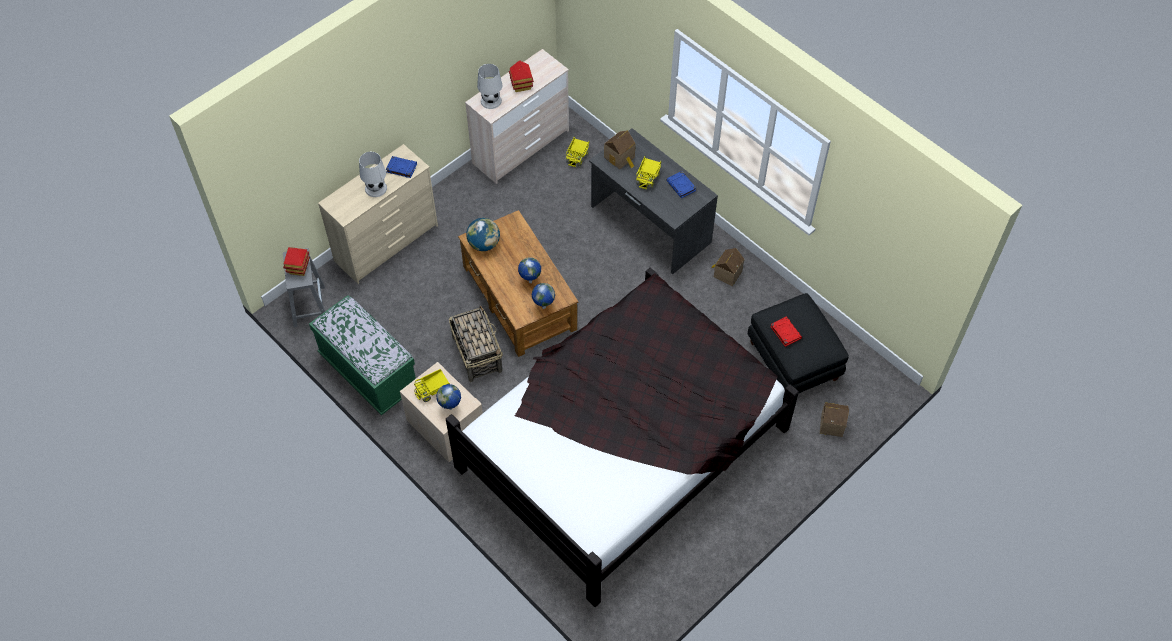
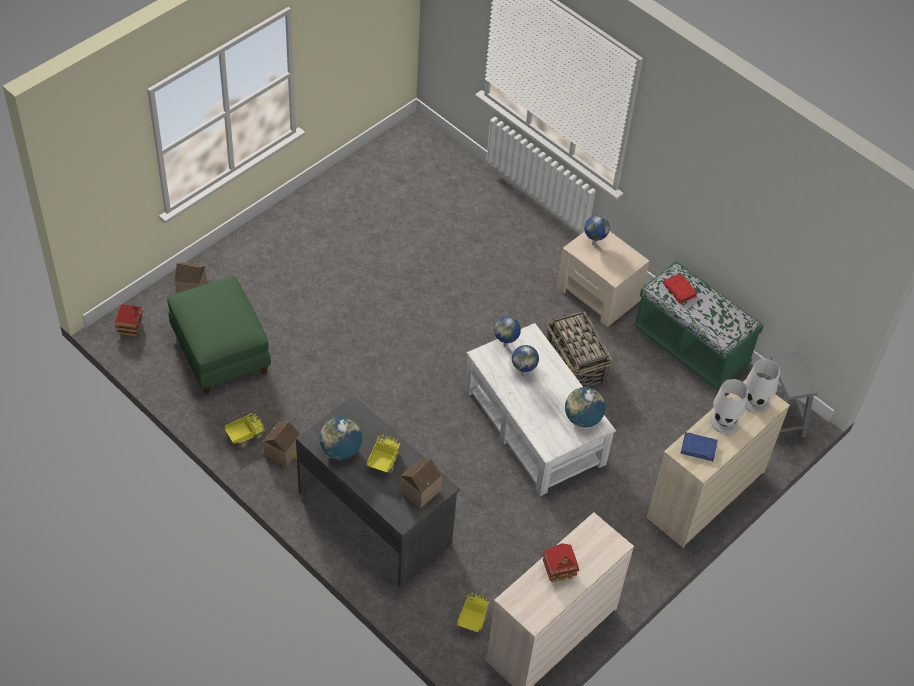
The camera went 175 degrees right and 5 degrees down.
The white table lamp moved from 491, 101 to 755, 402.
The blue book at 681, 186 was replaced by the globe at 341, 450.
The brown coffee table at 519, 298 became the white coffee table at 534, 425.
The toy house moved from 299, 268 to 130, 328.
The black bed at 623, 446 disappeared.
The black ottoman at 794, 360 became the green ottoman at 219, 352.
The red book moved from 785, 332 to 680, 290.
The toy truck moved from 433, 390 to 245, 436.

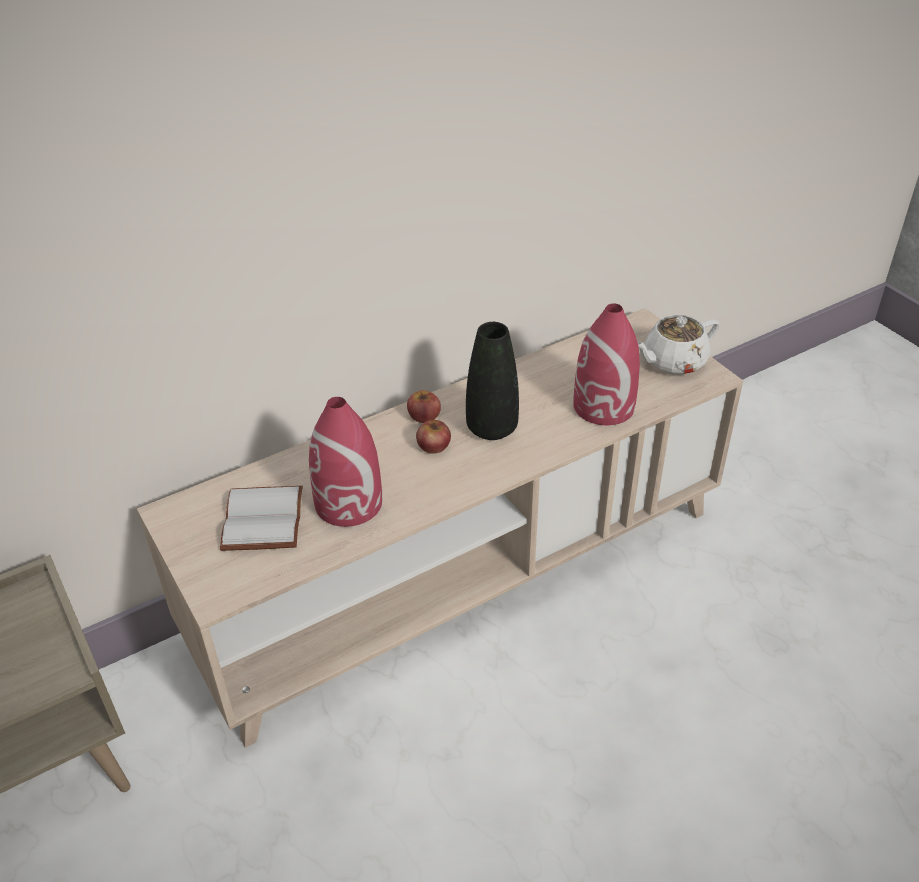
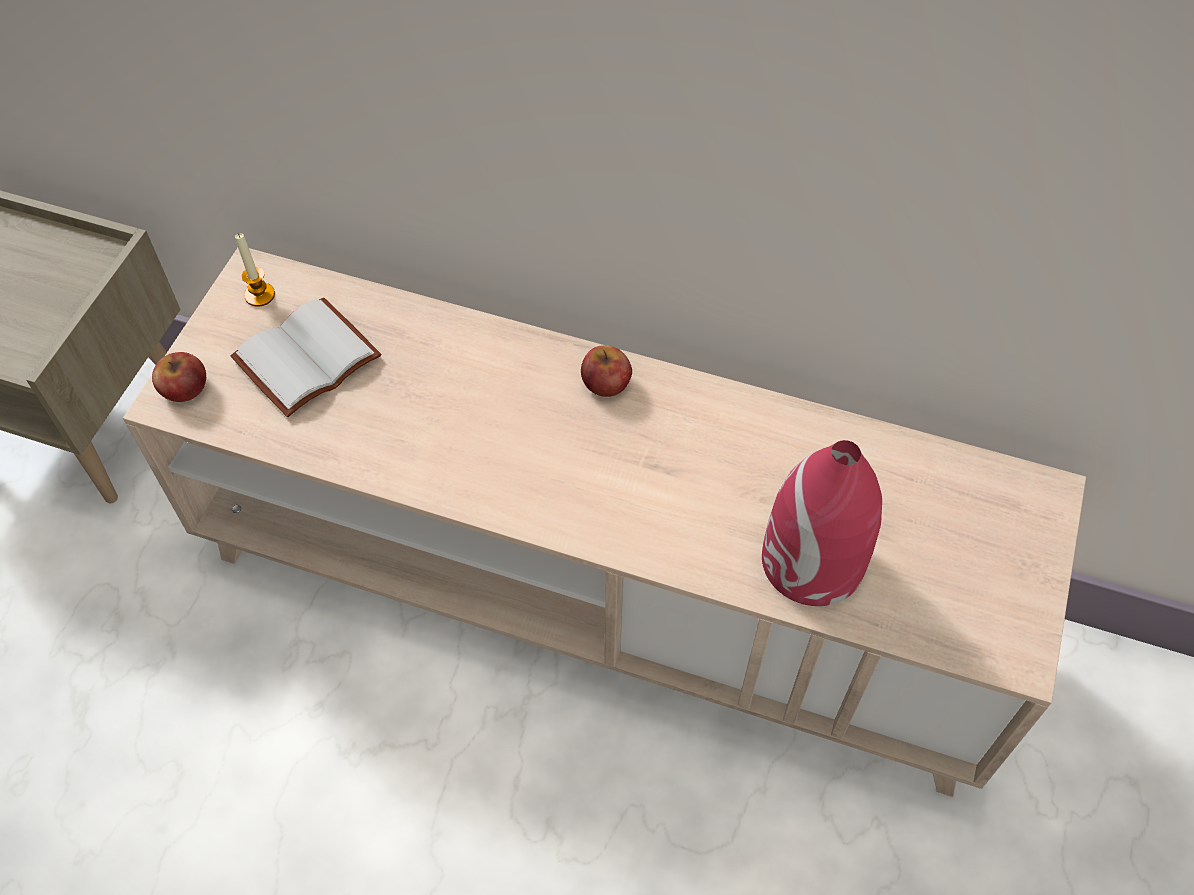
The camera went 50 degrees right and 15 degrees up.
The white teapot at 673, 362 disappeared.
The black vase at 492, 428 disappeared.
The red vase at 349, 503 disappeared.
The apple moved from 434, 445 to 184, 388.
The candle at 260, 295 appeared.

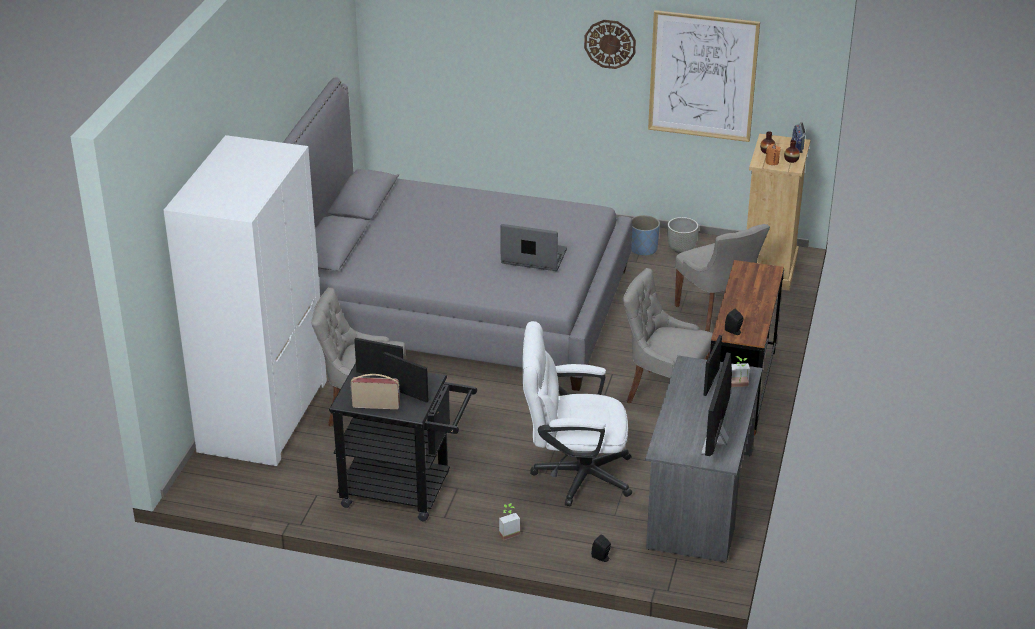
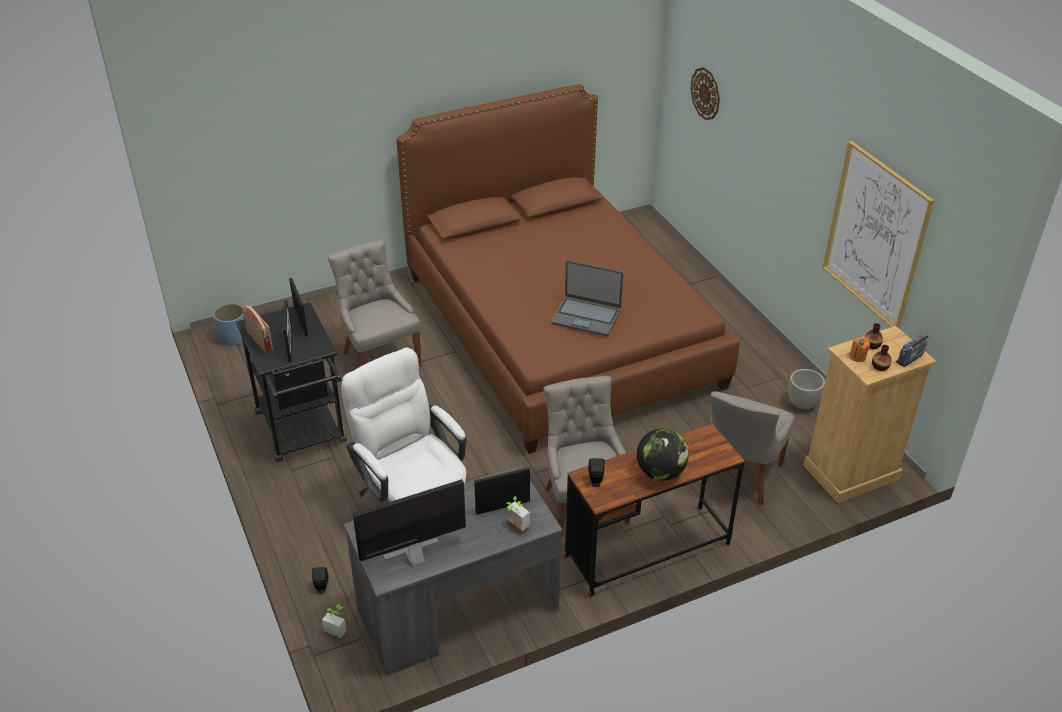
The camera went 50 degrees right and 5 degrees up.
The wall clock moved from 610, 43 to 705, 93.
The grey bed at 455, 305 became the brown bed at 559, 329.
The white wardrobe at 262, 415 disappeared.
The blue planter moved from 643, 249 to 233, 337.
The laptop at 533, 257 turned 135 degrees clockwise.
The potted plant moved from 507, 532 to 338, 631.
The globe at 660, 472 appeared.

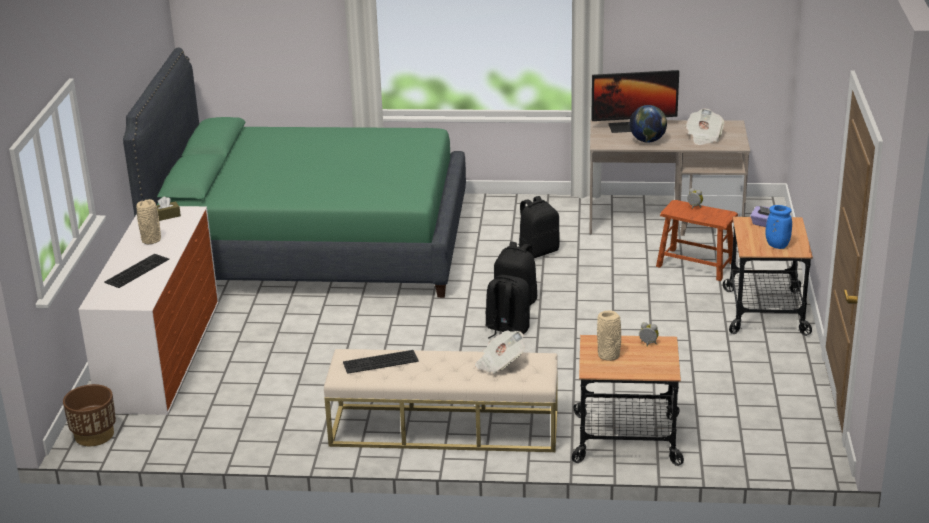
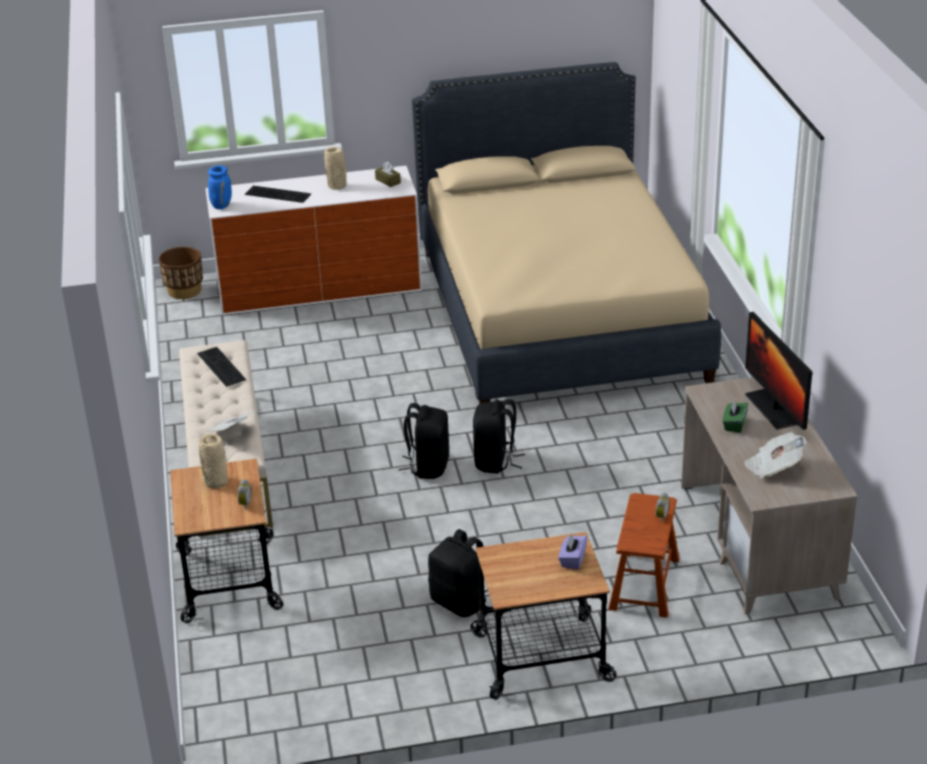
The camera went 75 degrees right and 5 degrees up.
The green bed at 312, 245 became the beige bed at 559, 313.
The globe at 647, 141 was replaced by the green tissue box at 734, 424.
The black backpack moved from 538, 251 to 460, 602.
The blue vase moved from 776, 246 to 221, 206.

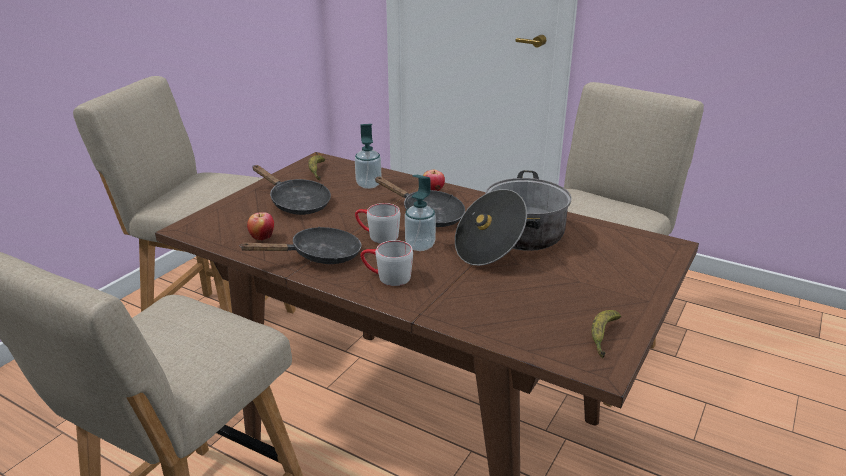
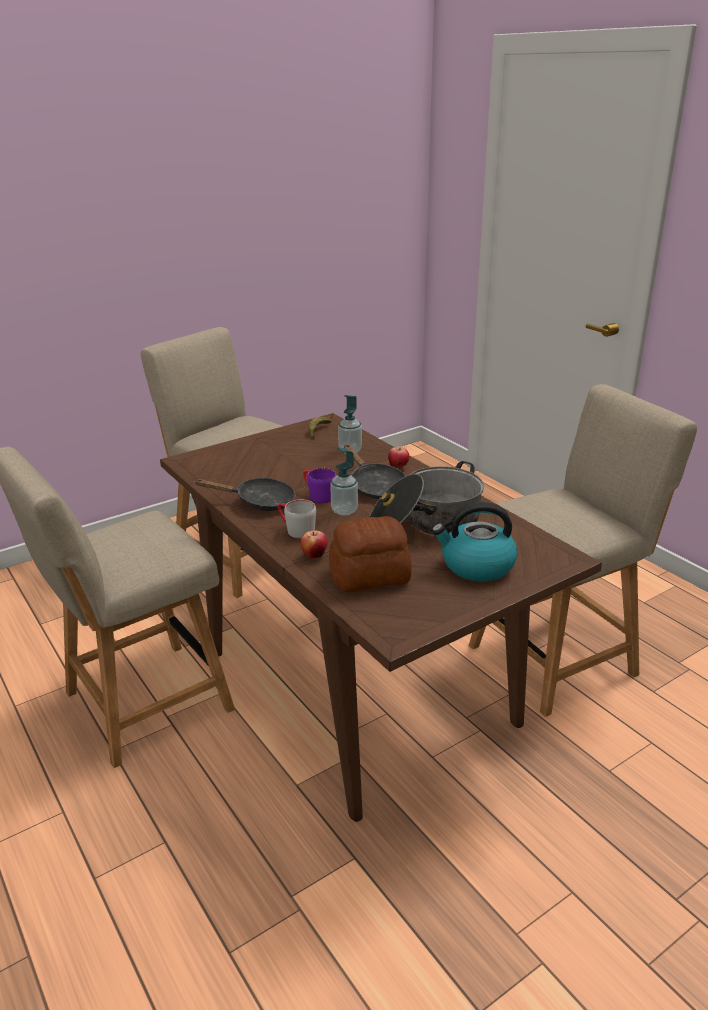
The camera went 25 degrees right and 0 degrees up.
The black frying pan at 296, 203 disappeared.
The grey mug at 377, 235 became the purple mug at 318, 495.
The apple moved from 262, 238 to 314, 556.
The banana at 603, 337 disappeared.
The kettle at 476, 566 appeared.
The bread at 371, 576 appeared.

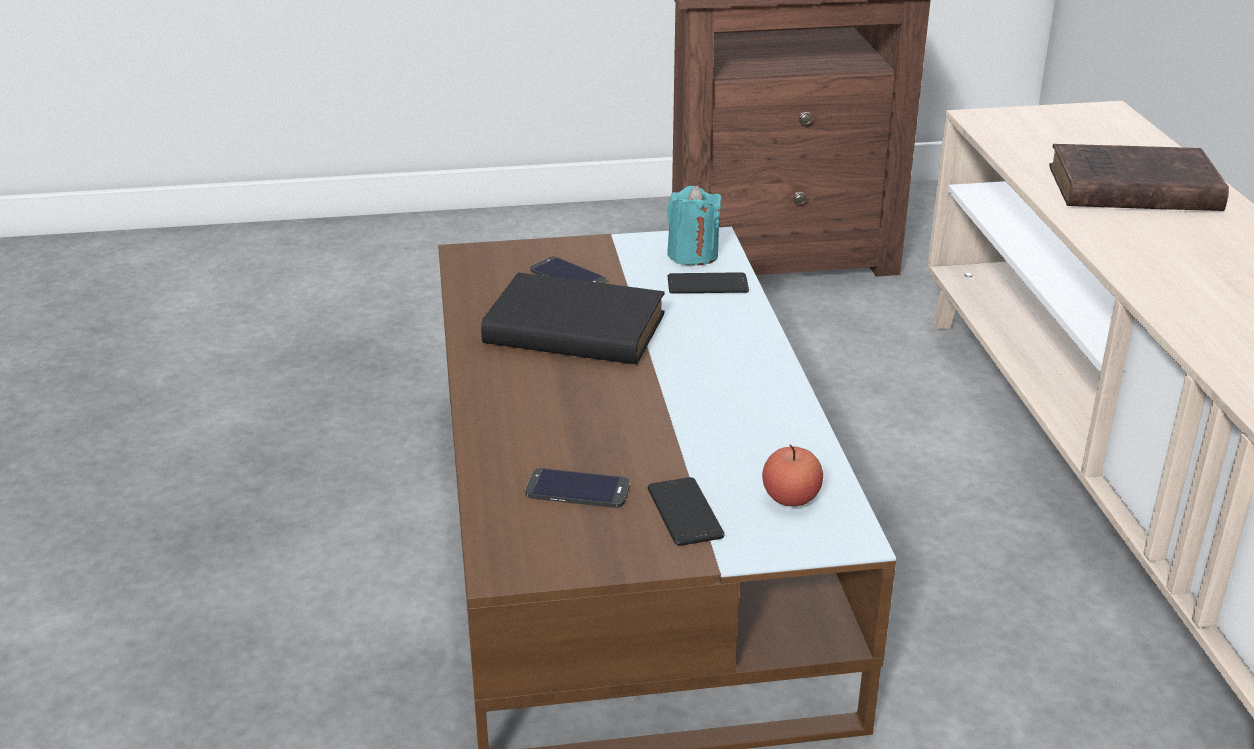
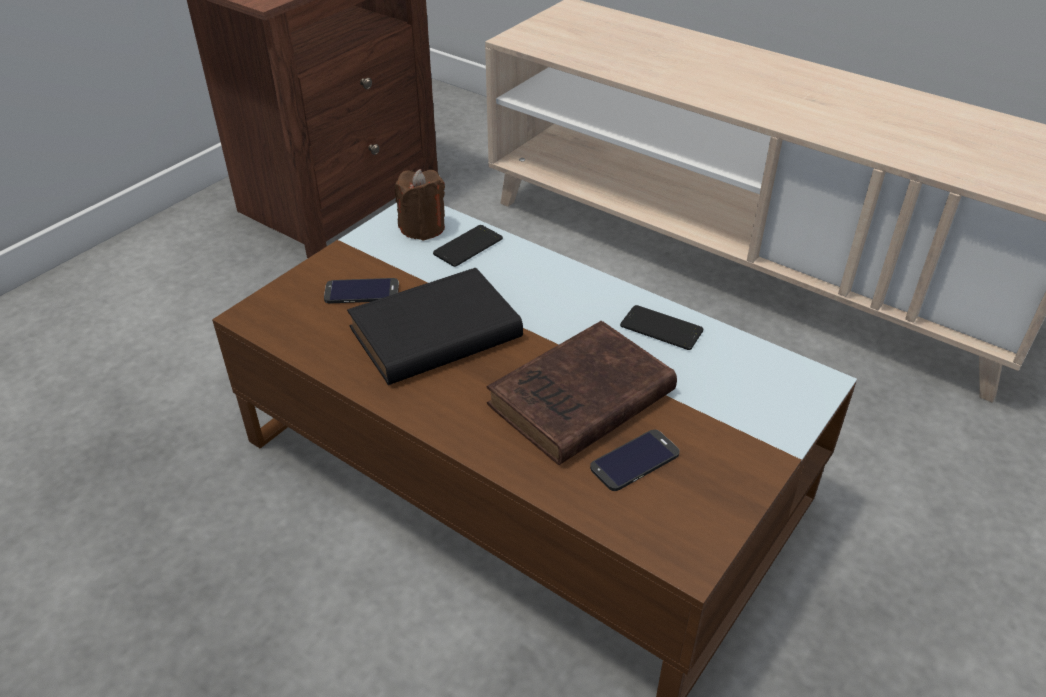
The camera went 45 degrees left and 10 degrees up.
The brown book moved from 1128, 189 to 577, 401.
The turquoise candle at 692, 255 became the brown candle at 422, 228.
The apple at 791, 498 disappeared.
The phone moved from 684, 512 to 661, 328.

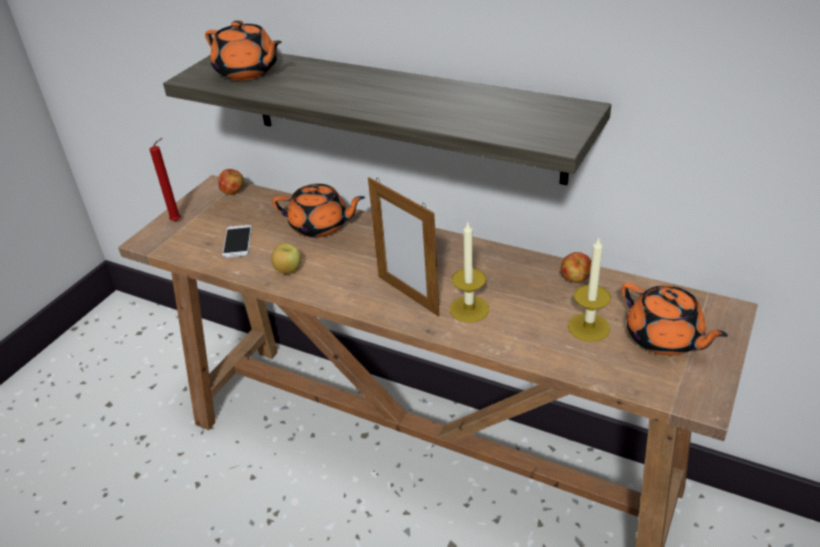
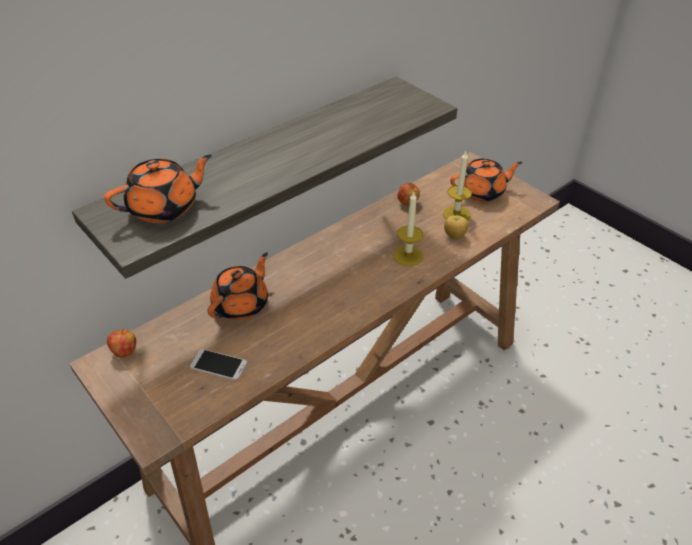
The camera went 70 degrees left and 5 degrees up.
The red candle at 178, 221 disappeared.
The picture frame at 408, 295 disappeared.
The apple moved from 288, 270 to 454, 236.

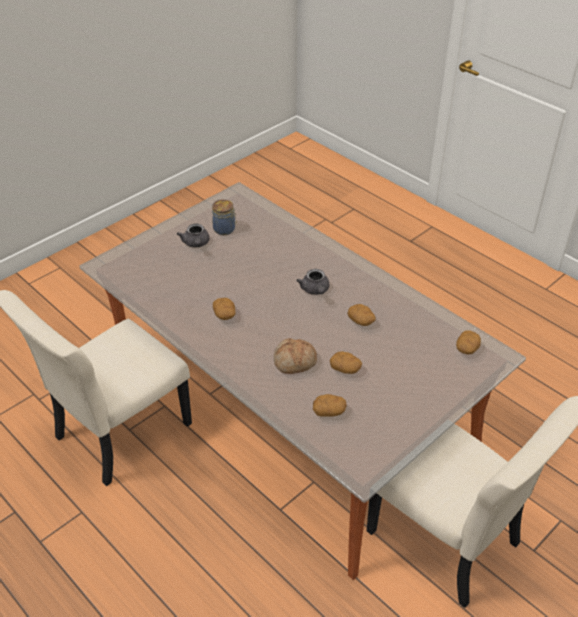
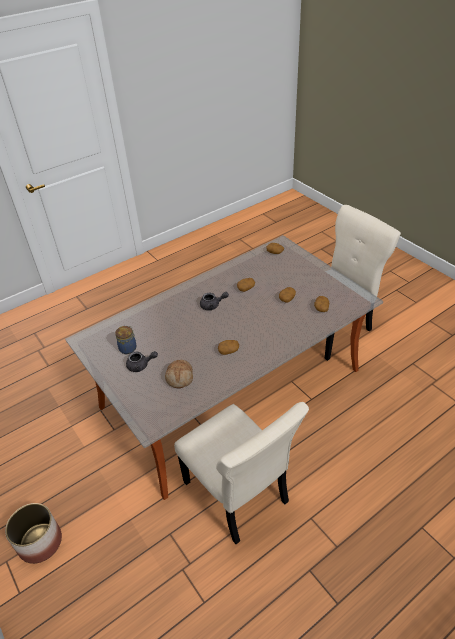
The camera went 80 degrees left and 0 degrees up.
The bread moved from 295, 362 to 180, 377.
The planter at 39, 542 appeared.

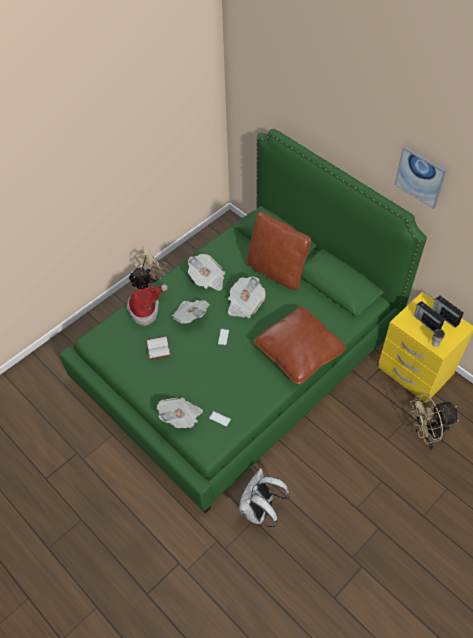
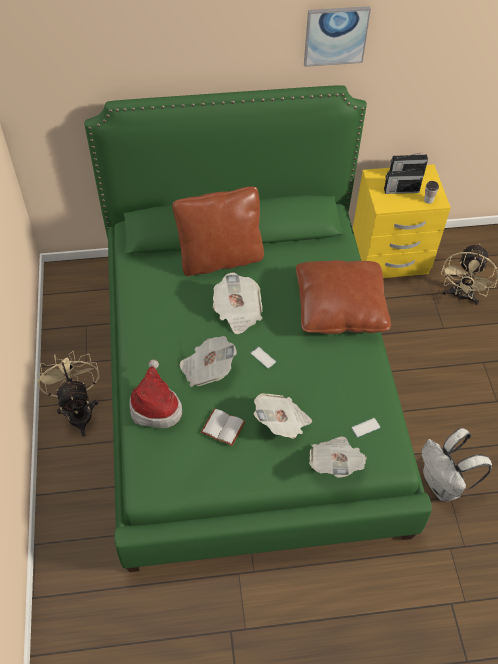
The camera went 55 degrees left and 0 degrees up.
The newspaper moved from 207, 279 to 282, 423.

